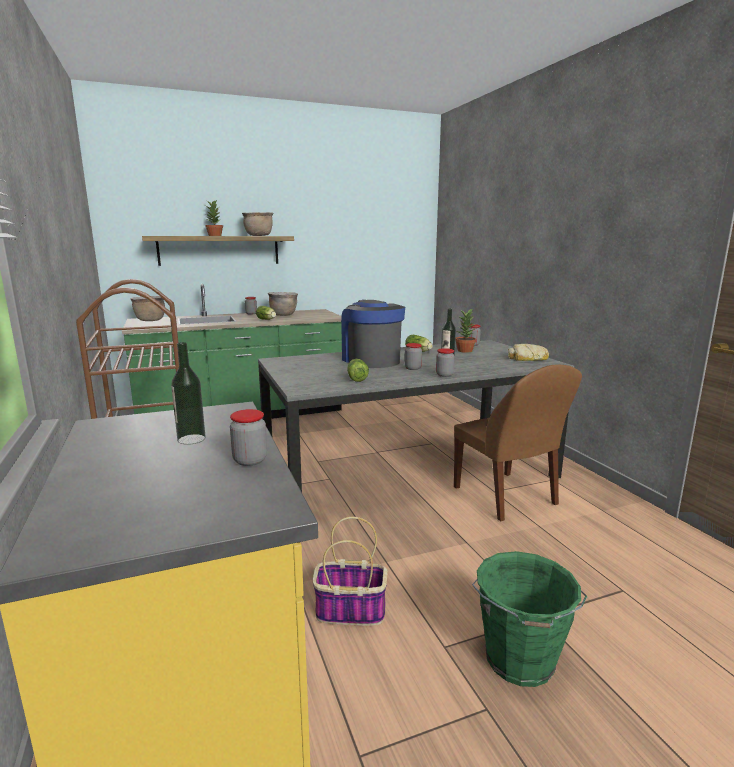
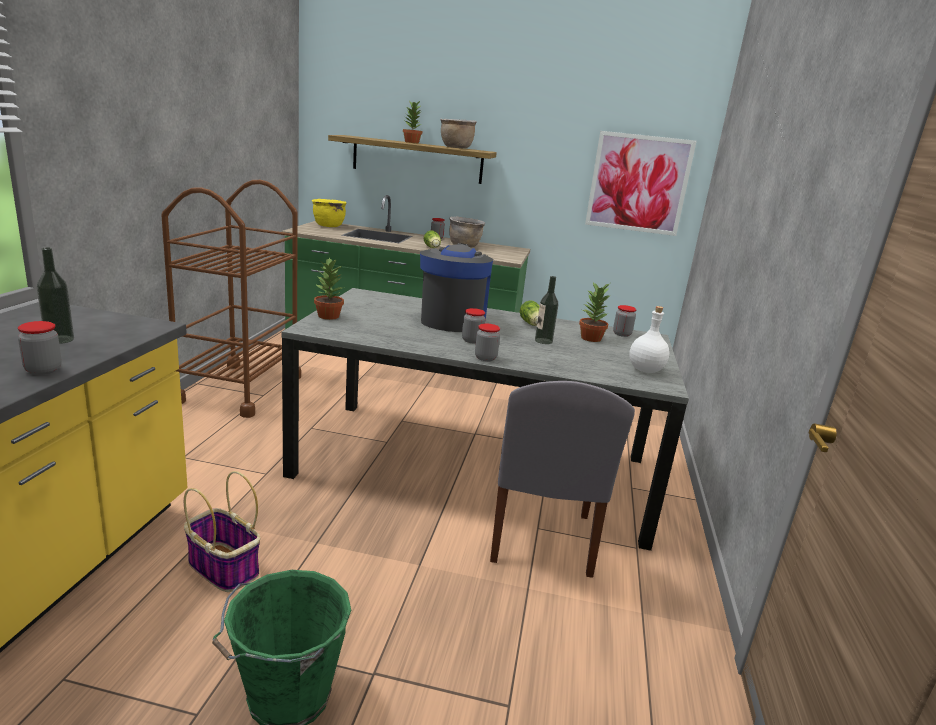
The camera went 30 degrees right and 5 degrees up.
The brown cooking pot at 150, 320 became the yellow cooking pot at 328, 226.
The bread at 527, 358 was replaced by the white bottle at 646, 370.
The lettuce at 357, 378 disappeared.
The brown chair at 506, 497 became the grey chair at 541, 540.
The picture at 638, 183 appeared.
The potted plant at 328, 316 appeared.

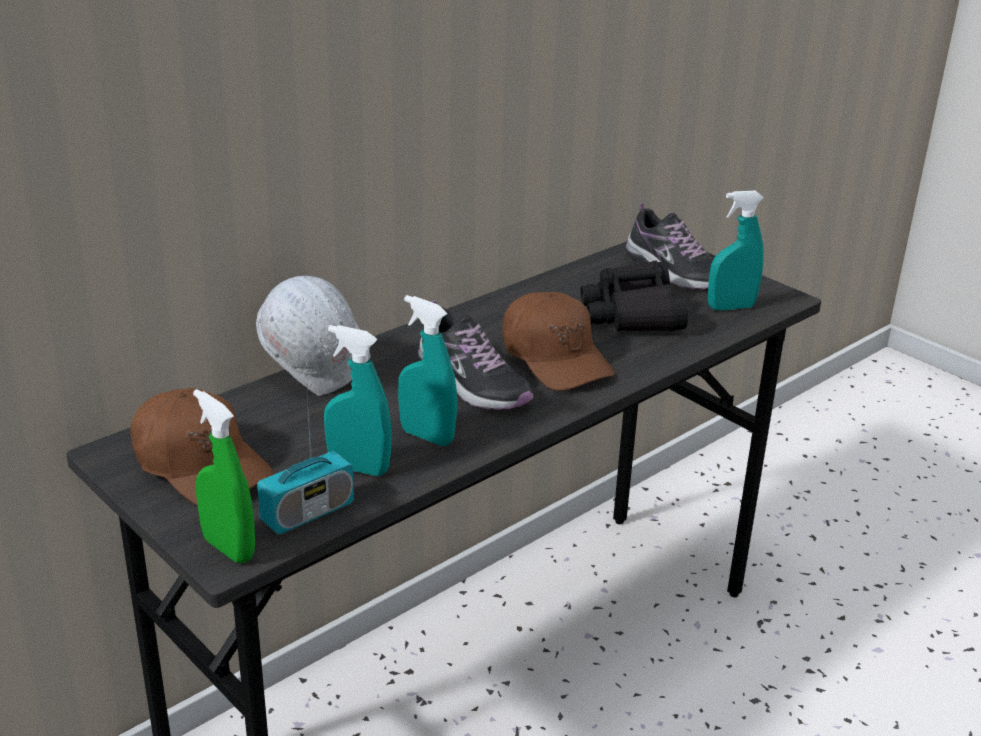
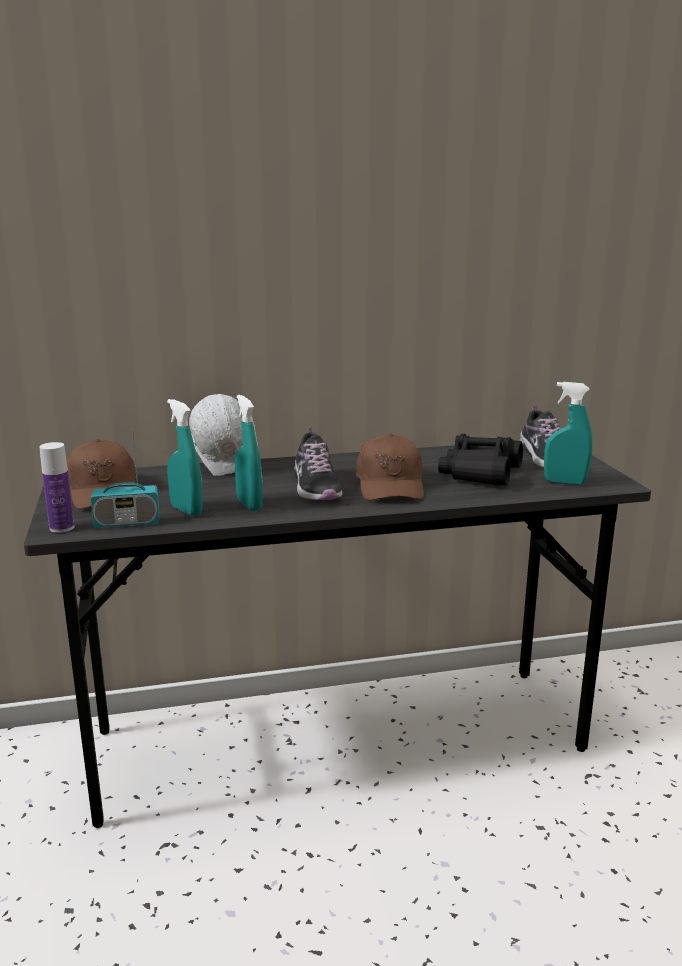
The camera went 30 degrees right and 10 degrees down.
The green spray bottle at 228, 548 was replaced by the bottle at 62, 528.

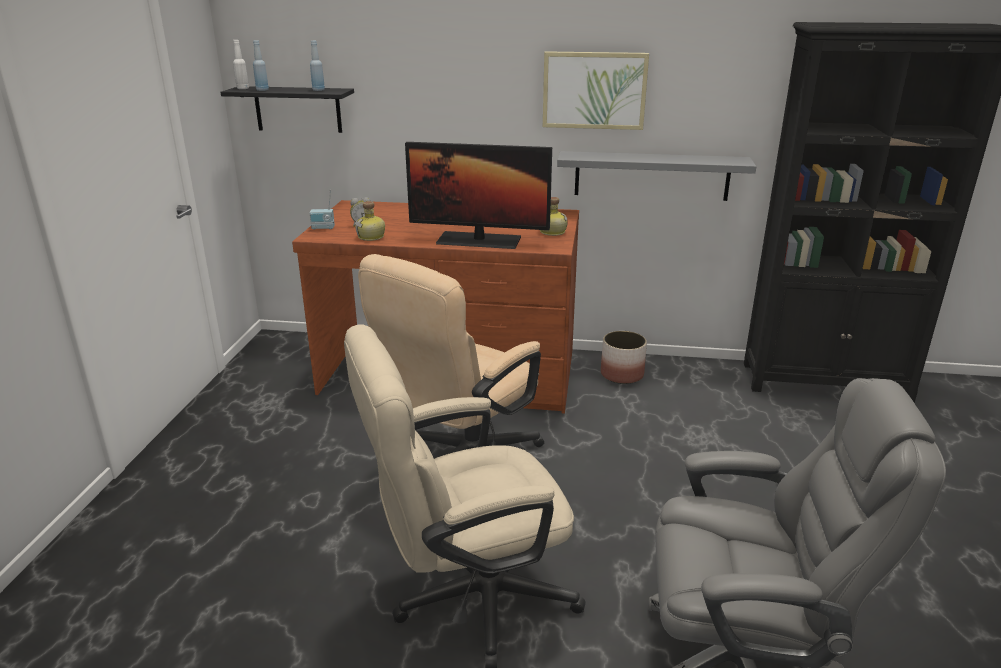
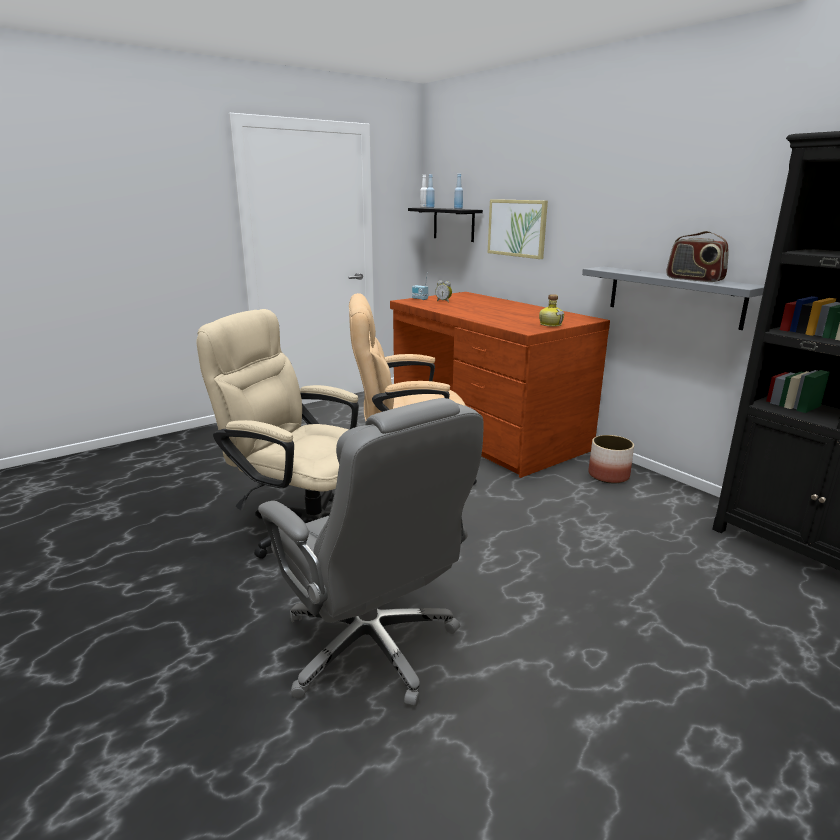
The camera went 45 degrees right and 5 degrees down.
The picture moved from 594, 90 to 517, 228.
The monitor at 479, 240 disappeared.
The bottle at 372, 237 disappeared.
The radio at 694, 279 appeared.

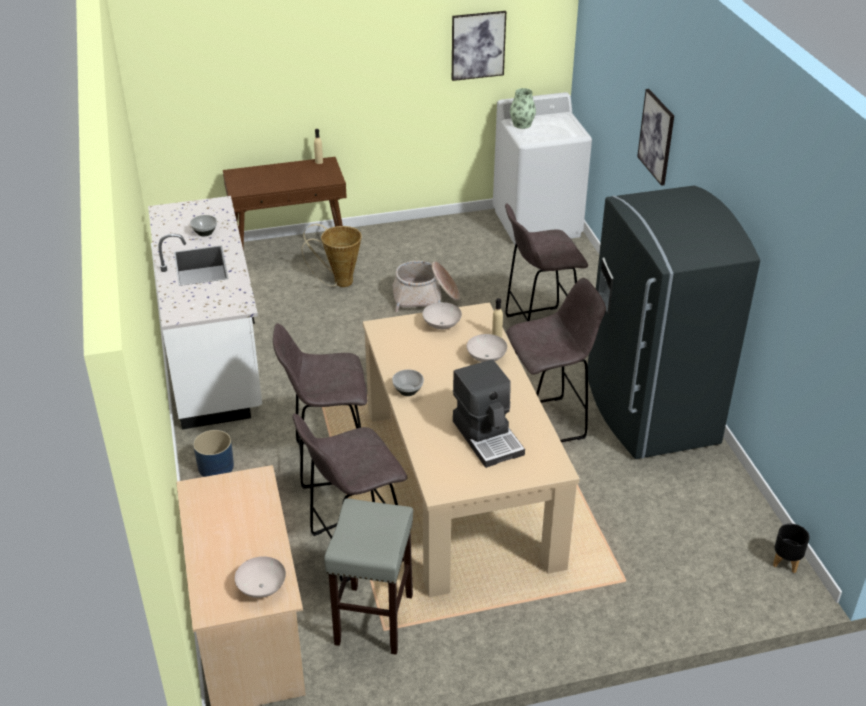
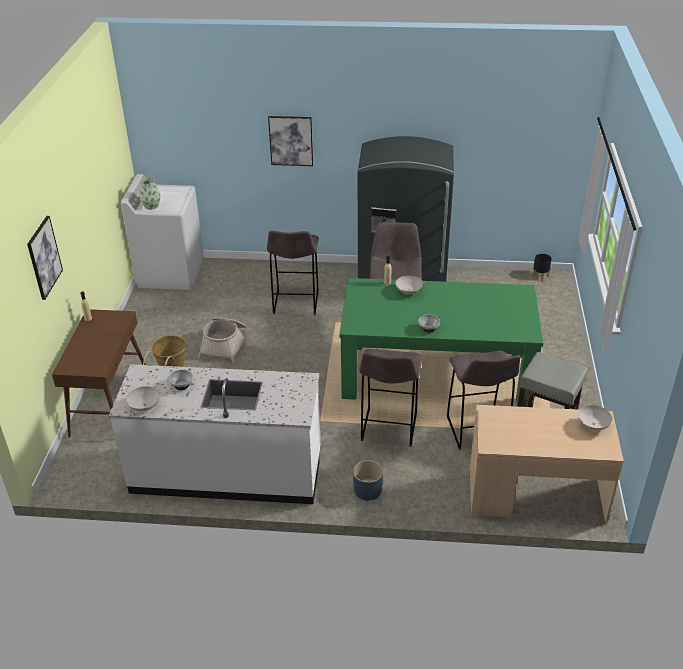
The camera went 70 degrees left and 0 degrees up.
The picture moved from 478, 45 to 44, 257.
The beige dining table at 460, 484 became the green dining table at 436, 373.
The white bowl moved from 442, 325 to 145, 406.
The coffee machine at 488, 437 disappeared.

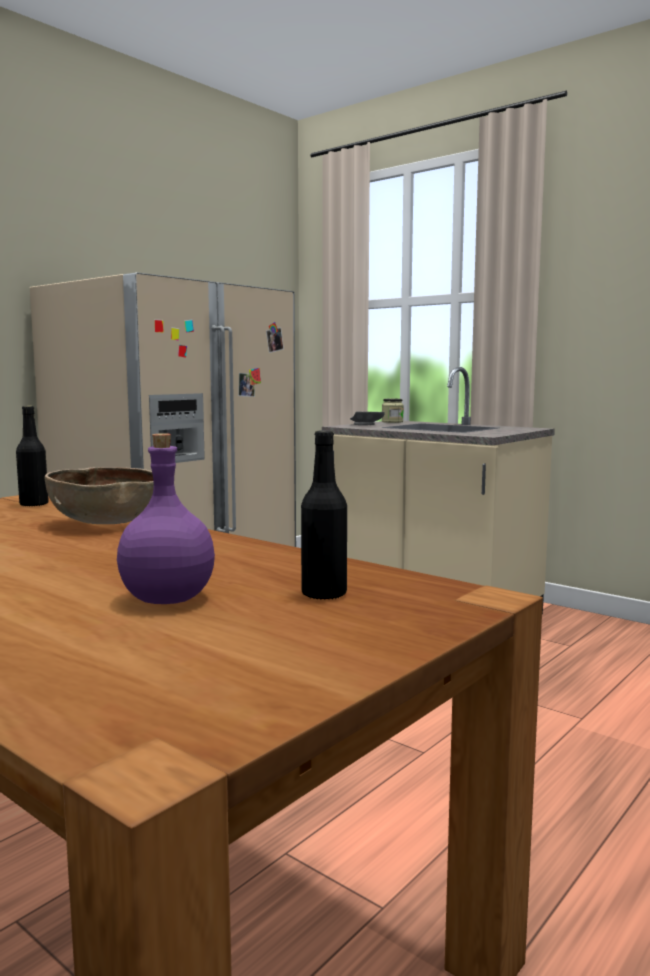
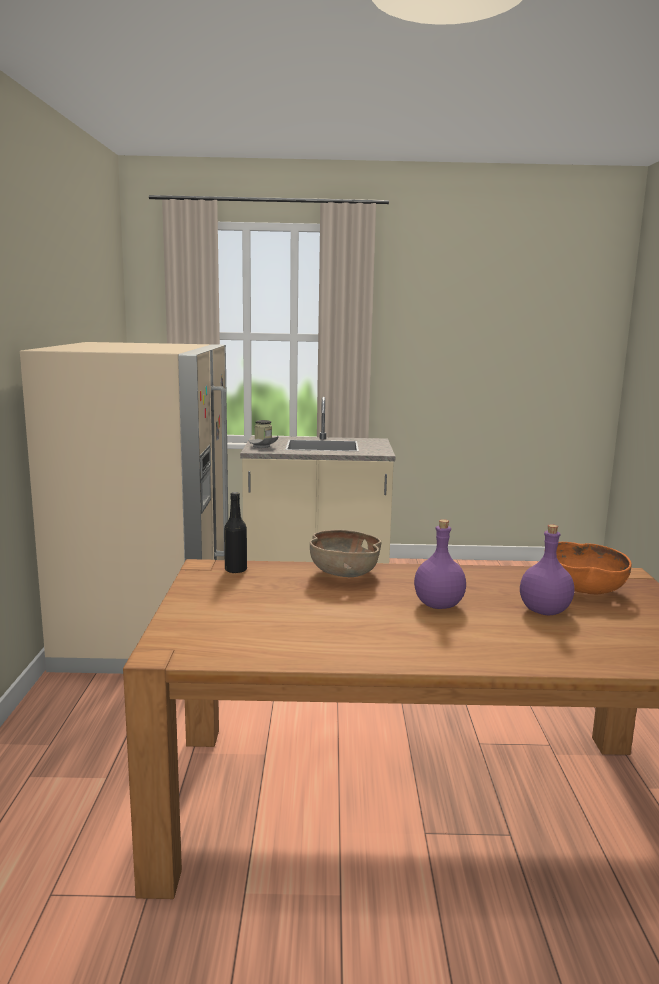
The camera went 40 degrees left and 5 degrees up.
The black bottle at 324, 594 was replaced by the orange bowl at 583, 589.
The purple bottle at 438, 605 appeared.

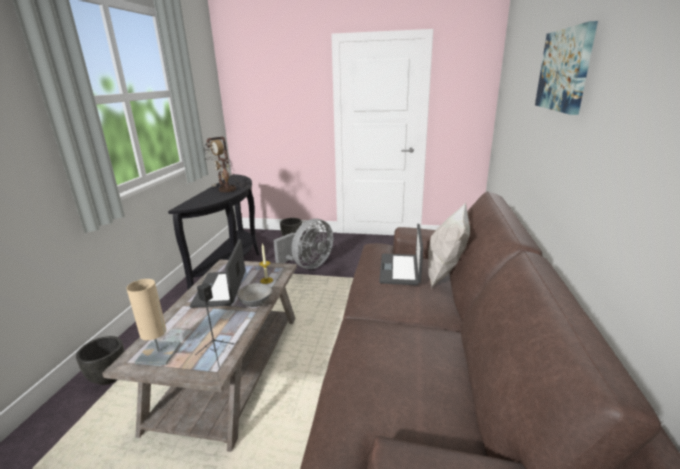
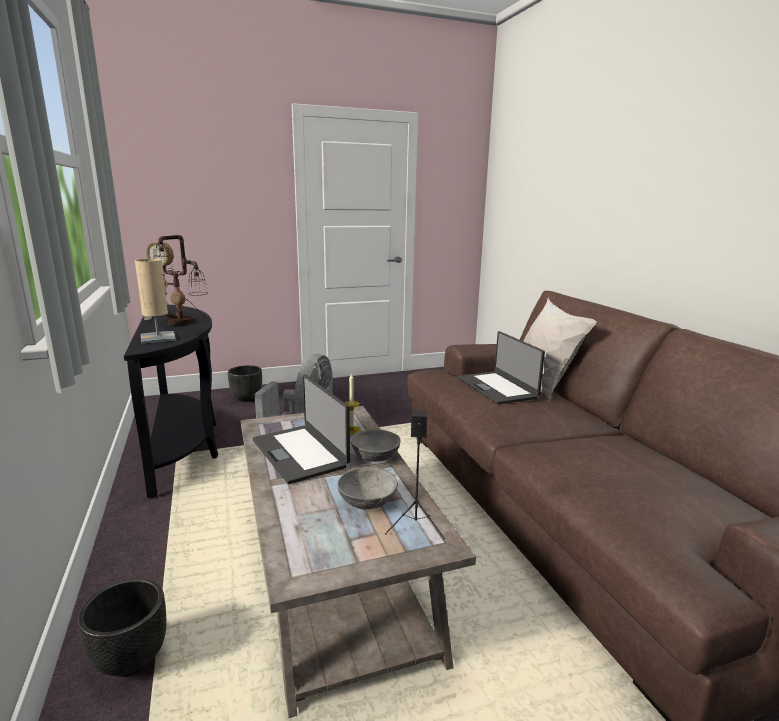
The camera went 30 degrees left and 5 degrees down.
The picture at 564, 70 disappeared.
The beige table lamp moved from 158, 353 to 158, 338.
The grey bowl at 367, 501 appeared.

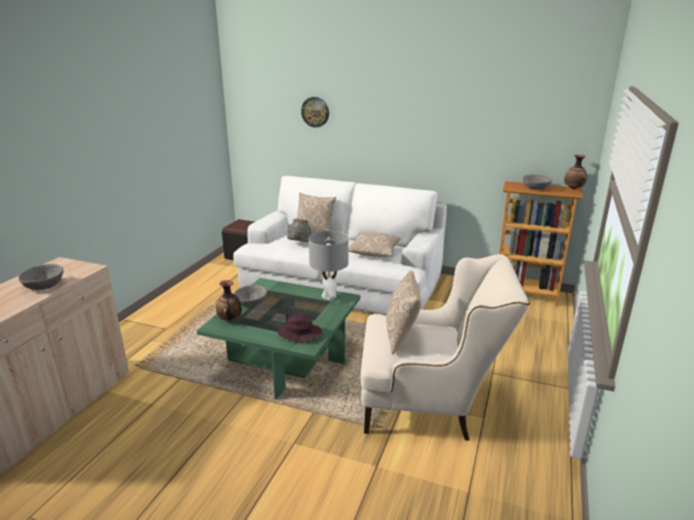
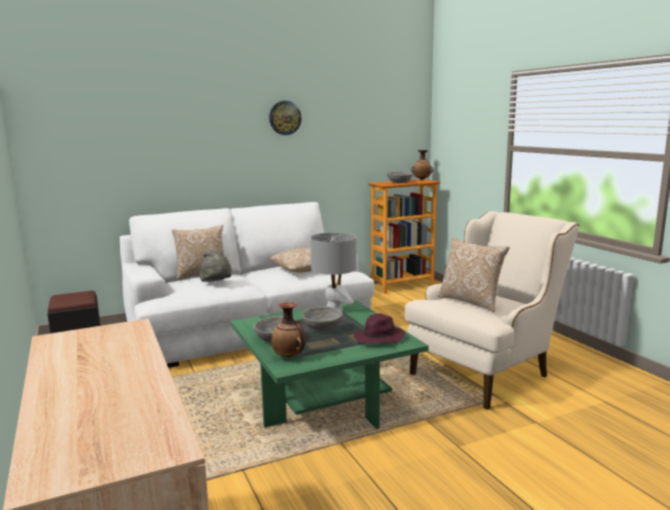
The camera went 45 degrees left and 10 degrees down.
The wall clock moved from 315, 112 to 285, 118.
The grey bowl moved from 44, 285 to 322, 327.

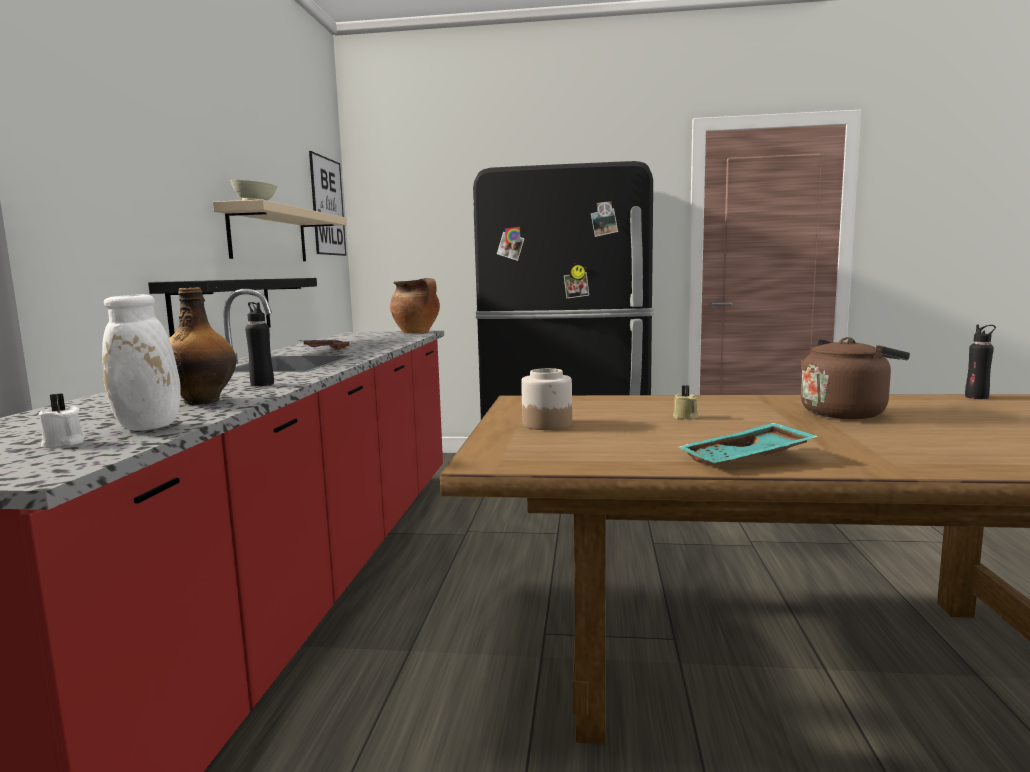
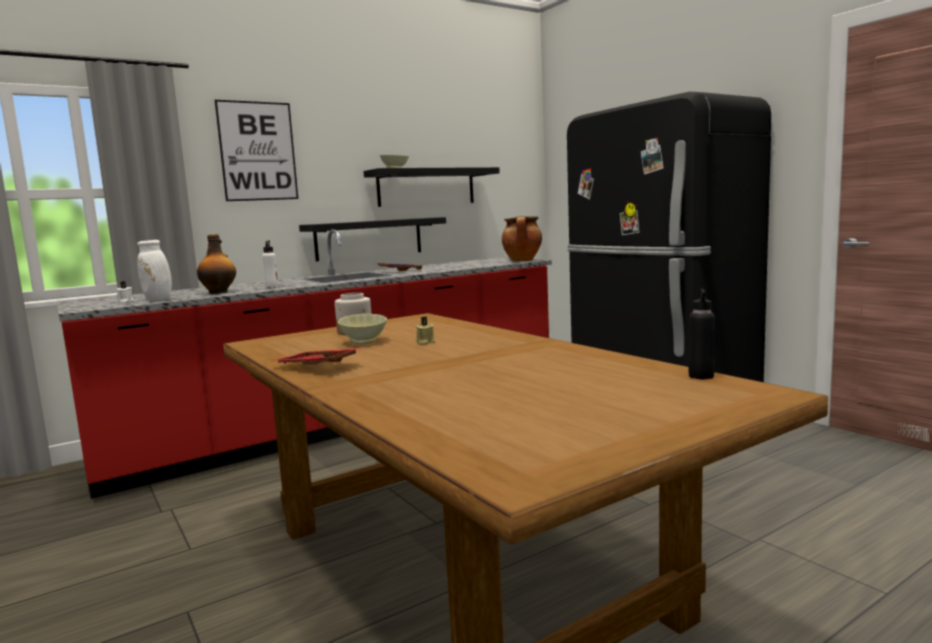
The camera went 50 degrees right and 0 degrees up.
The picture moved from 327, 206 to 257, 151.
The beige shelf at 269, 235 became the black shelf at 426, 187.
The black bottle at 262, 384 became the white bottle at 272, 287.
The brown kettle at 846, 413 disappeared.
The turquoise tray at 747, 459 became the red tray at 316, 367.
The beige bowl at 363, 342 appeared.

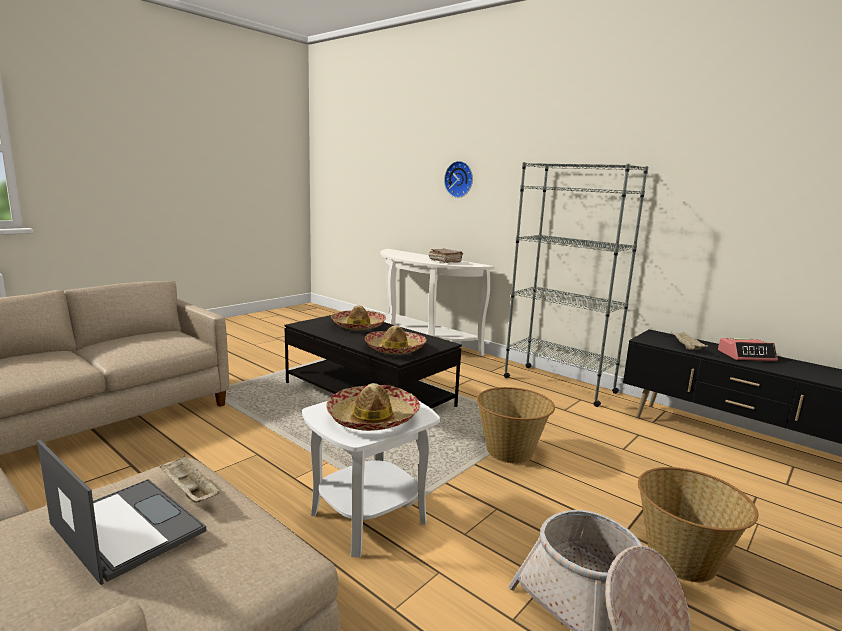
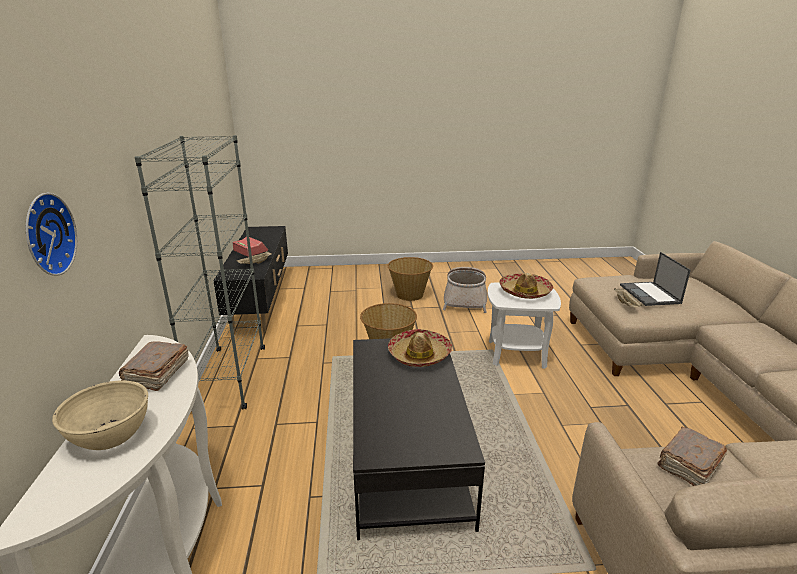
The camera went 135 degrees left and 10 degrees up.
The hat at 358, 326 disappeared.
The beige bowl at 111, 434 appeared.
The brown book at 688, 465 appeared.

